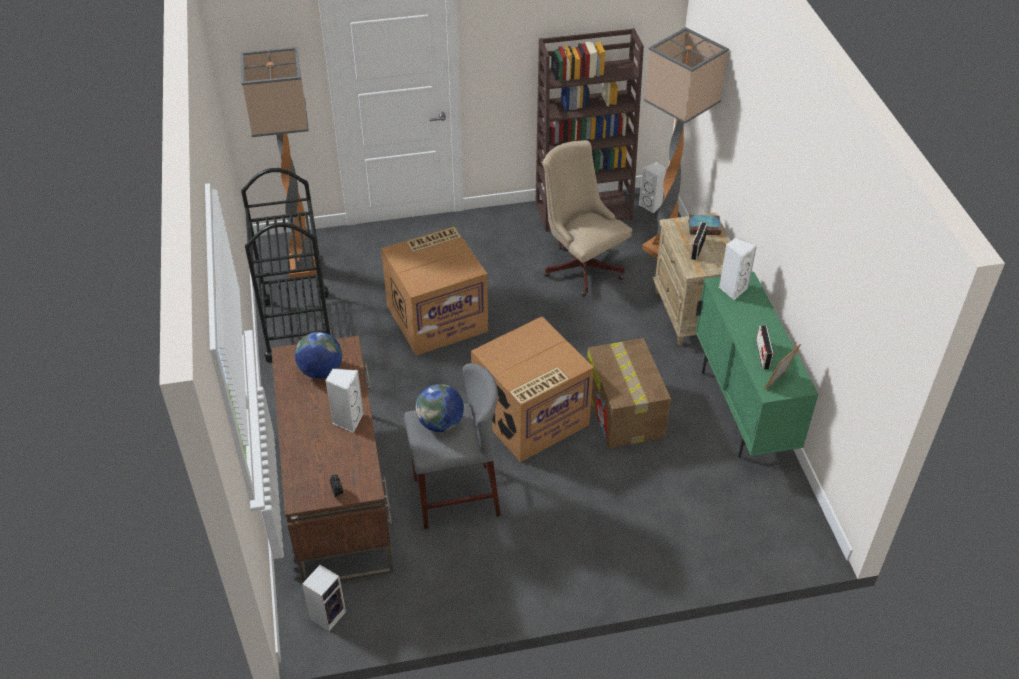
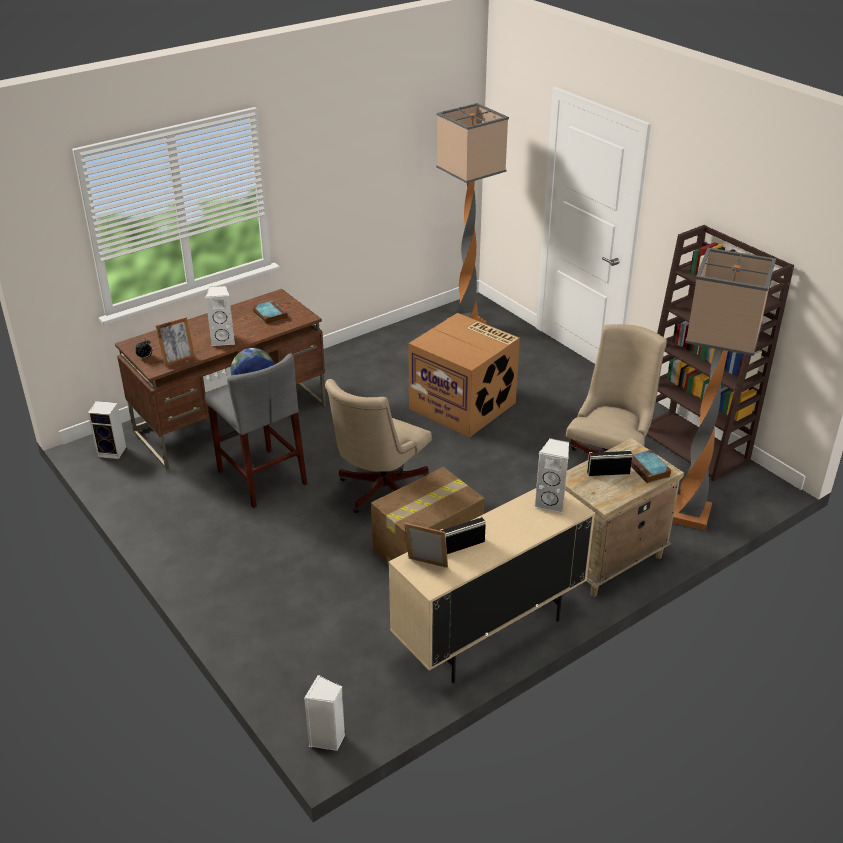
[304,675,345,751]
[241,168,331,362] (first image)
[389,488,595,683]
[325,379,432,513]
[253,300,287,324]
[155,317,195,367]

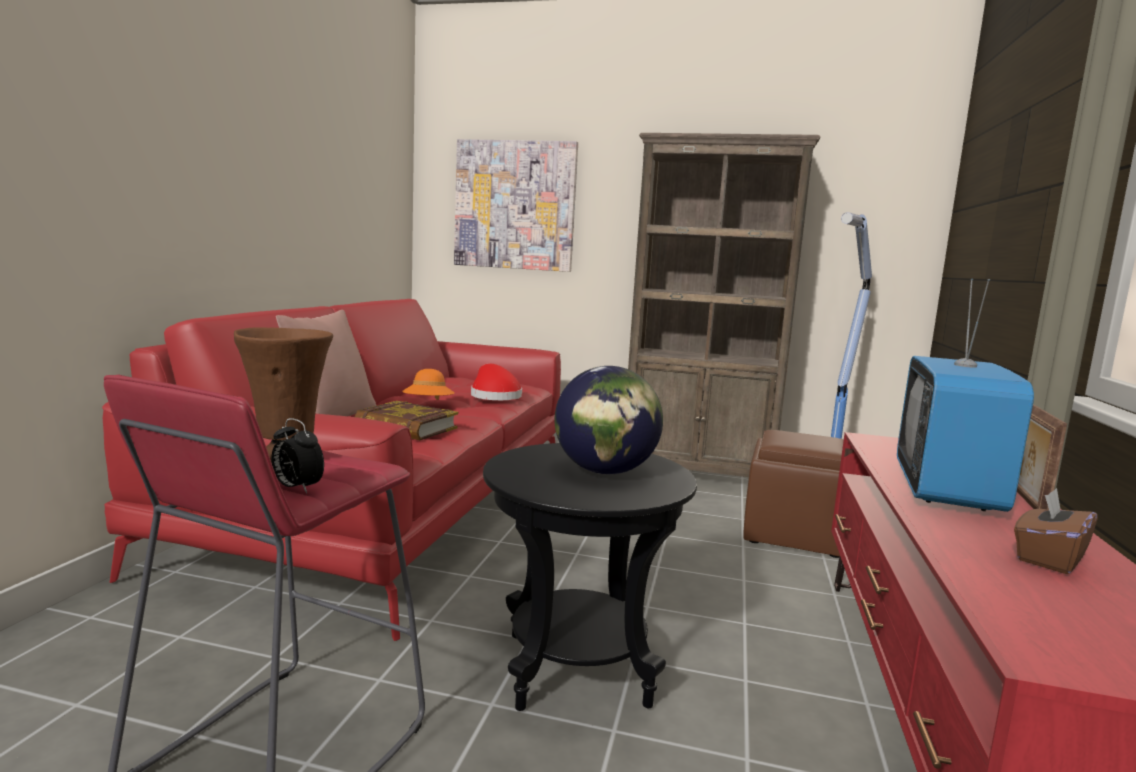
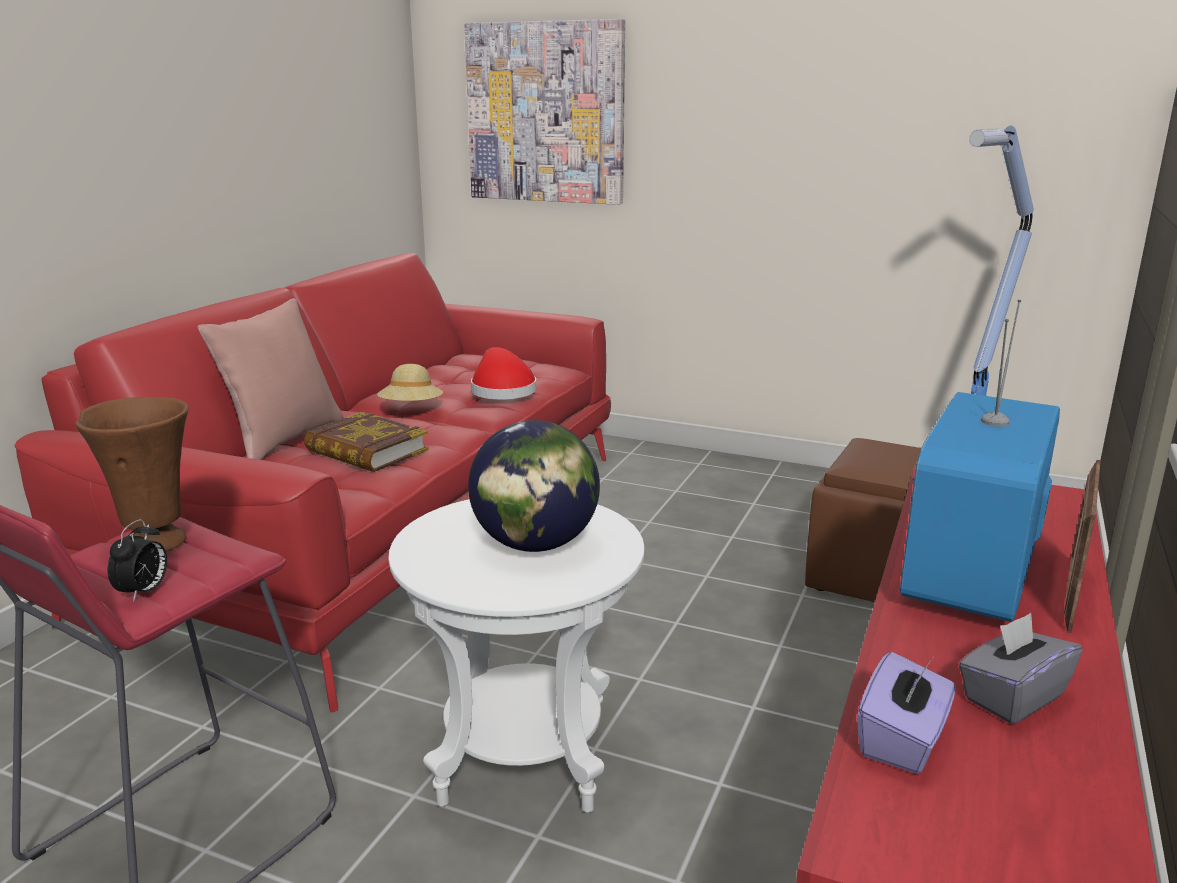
[628,133,820,477] (first image)
[377,364,443,401]
[108,519,167,602]
[388,499,645,812]
[958,613,1083,724]
[857,652,956,774]

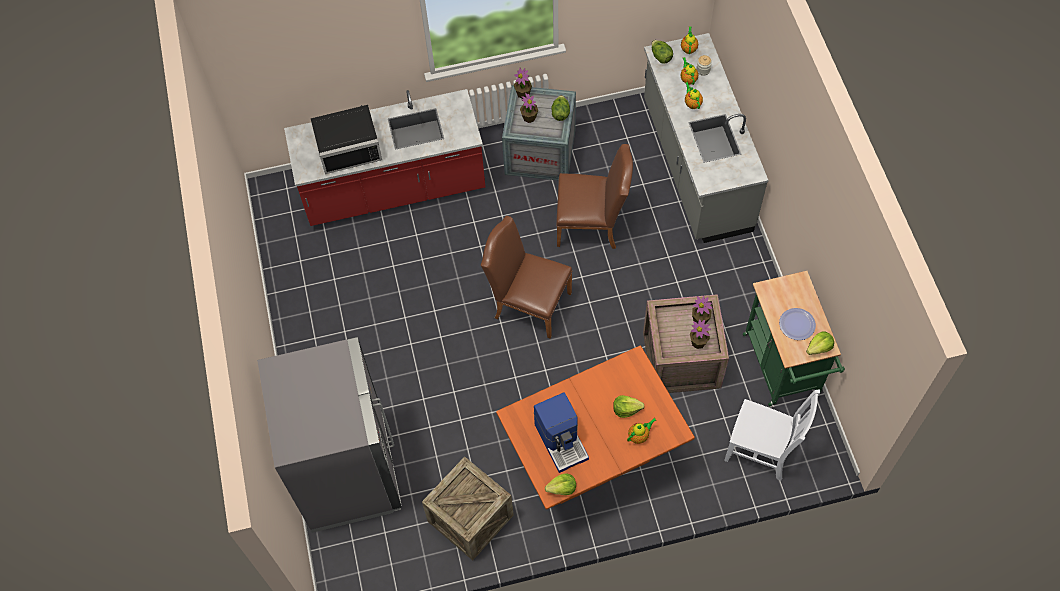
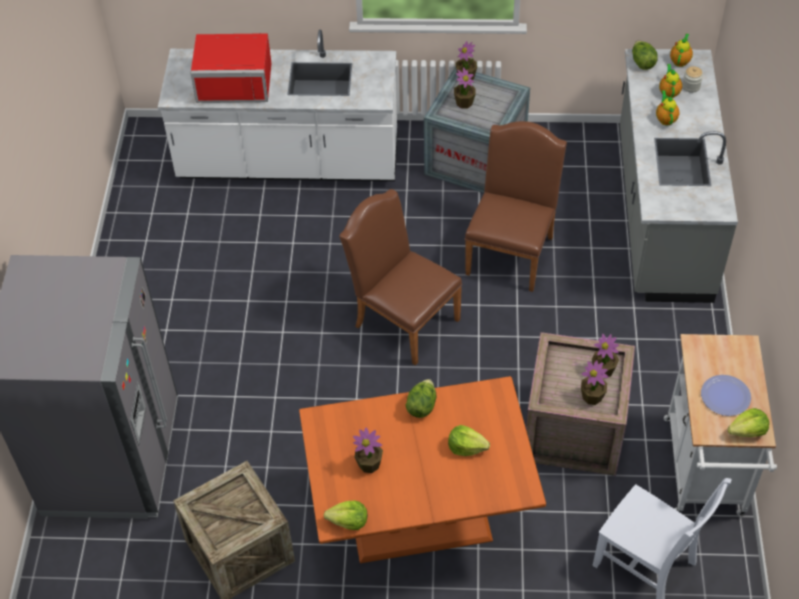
[158,30,397,181]
[405,379,437,418]
[190,33,271,103]
[465,121,567,292]
[664,334,777,516]
[353,428,383,473]
[627,418,656,444] (first image)

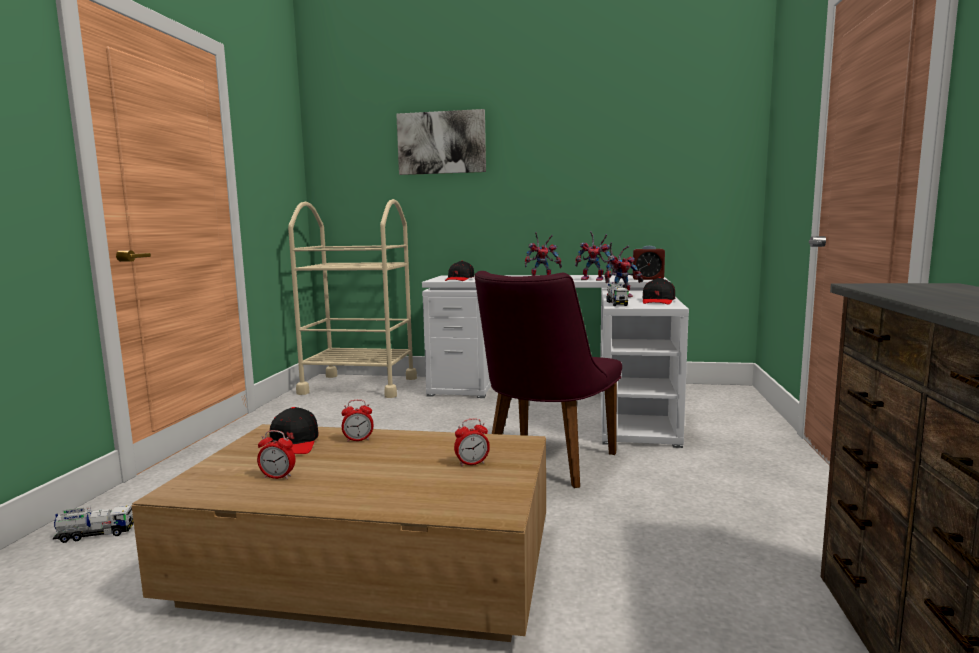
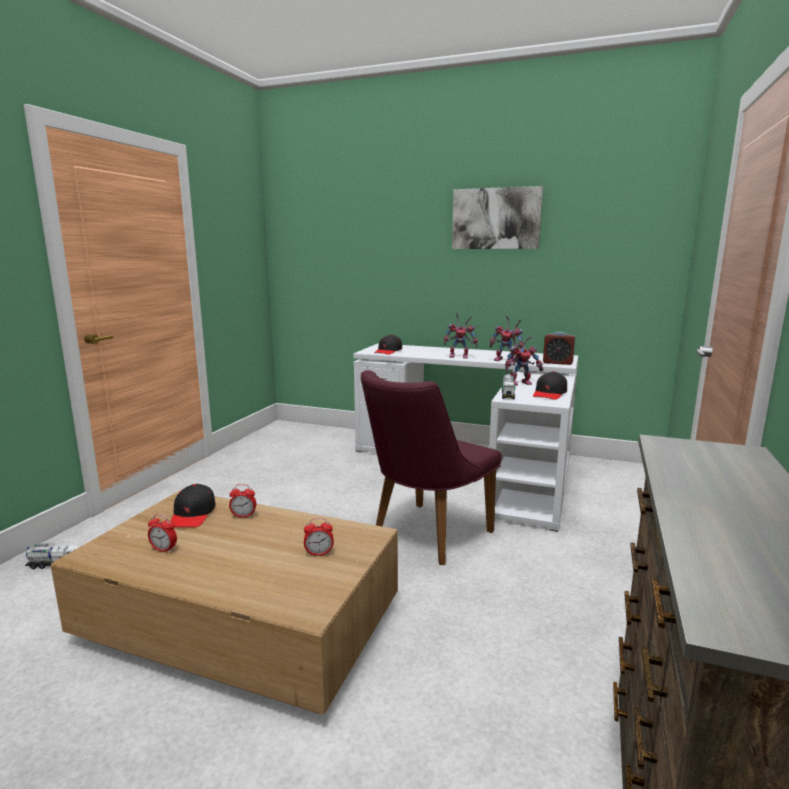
[452,186,543,249]
[288,199,417,398] (first image)

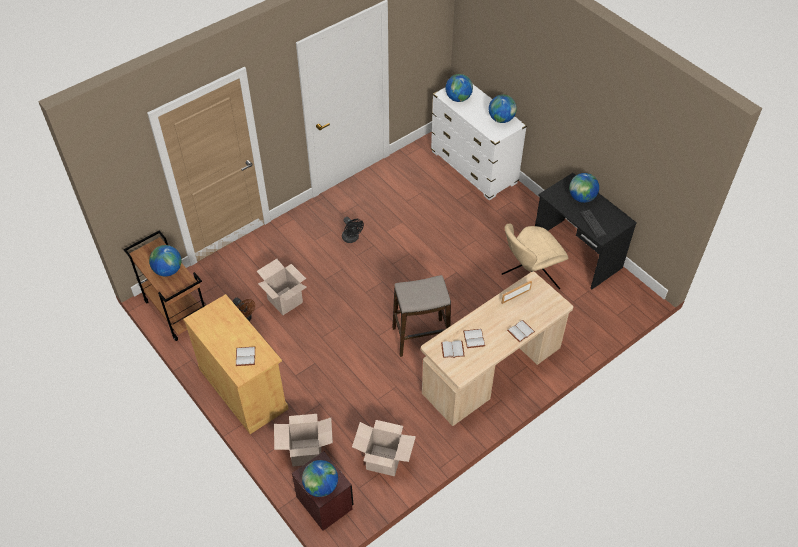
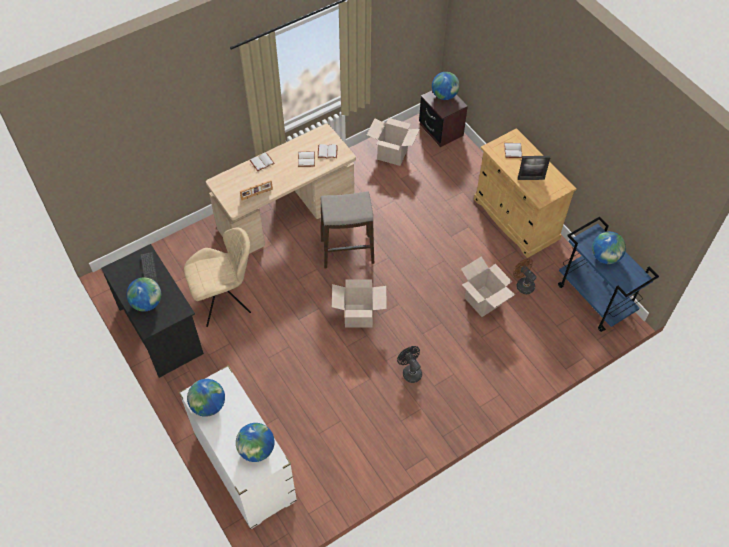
[558,217,659,332]
[332,279,387,327]
[518,156,550,180]

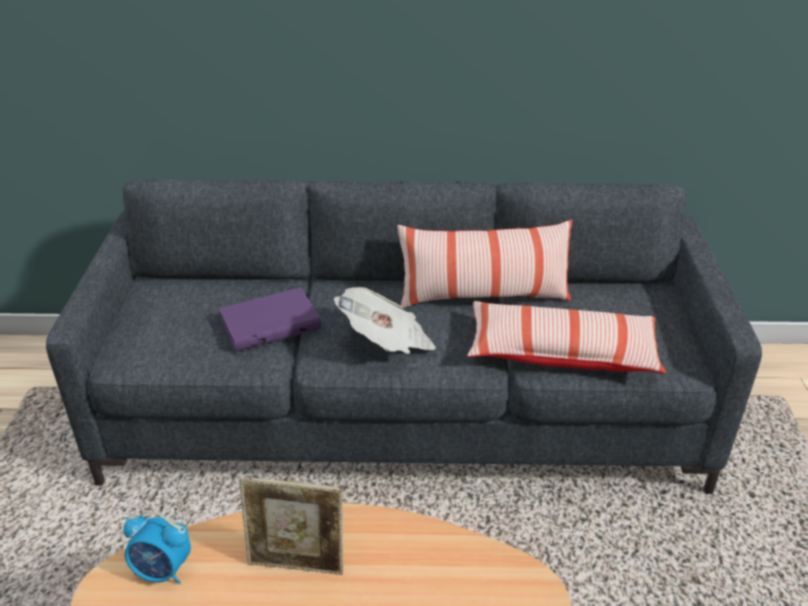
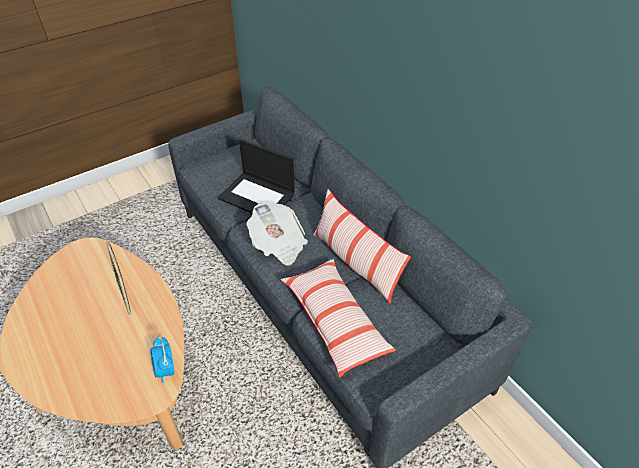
[218,139,295,214]
[150,336,174,383]

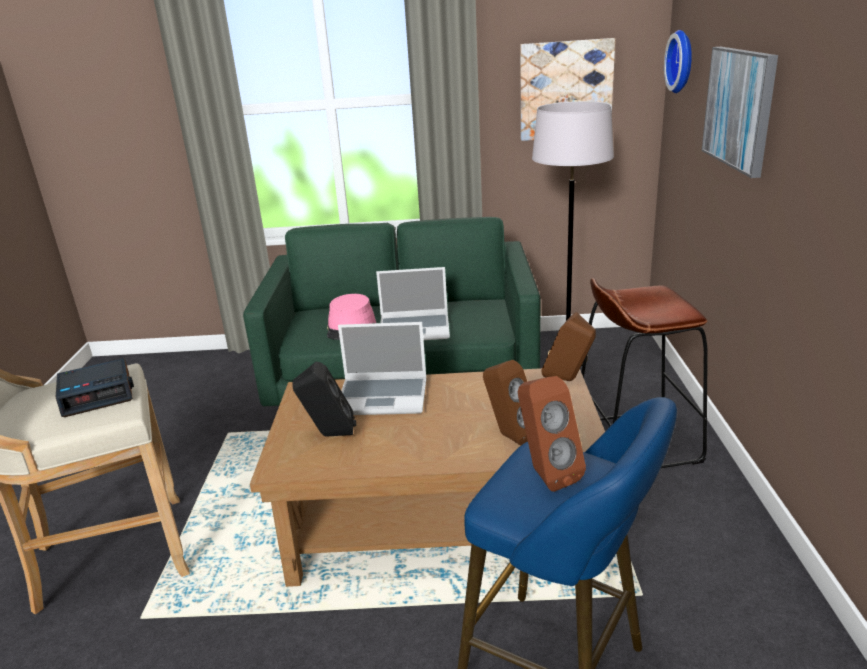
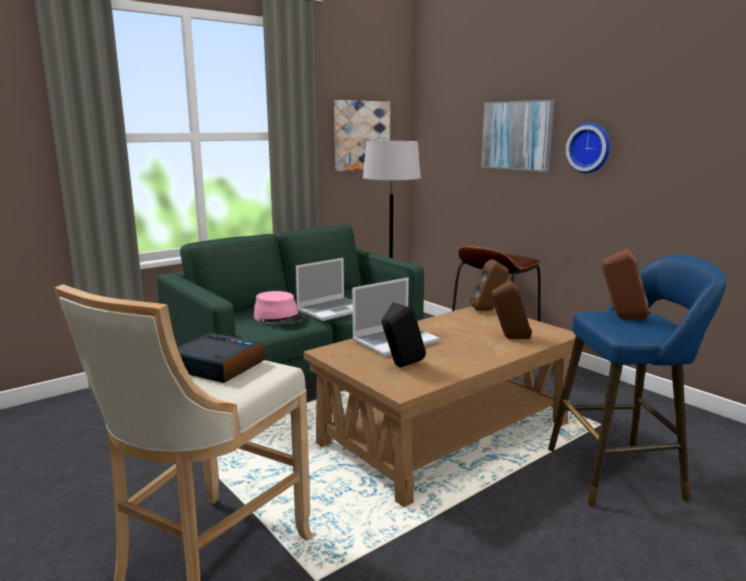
[566,123,610,173]
[177,333,265,383]

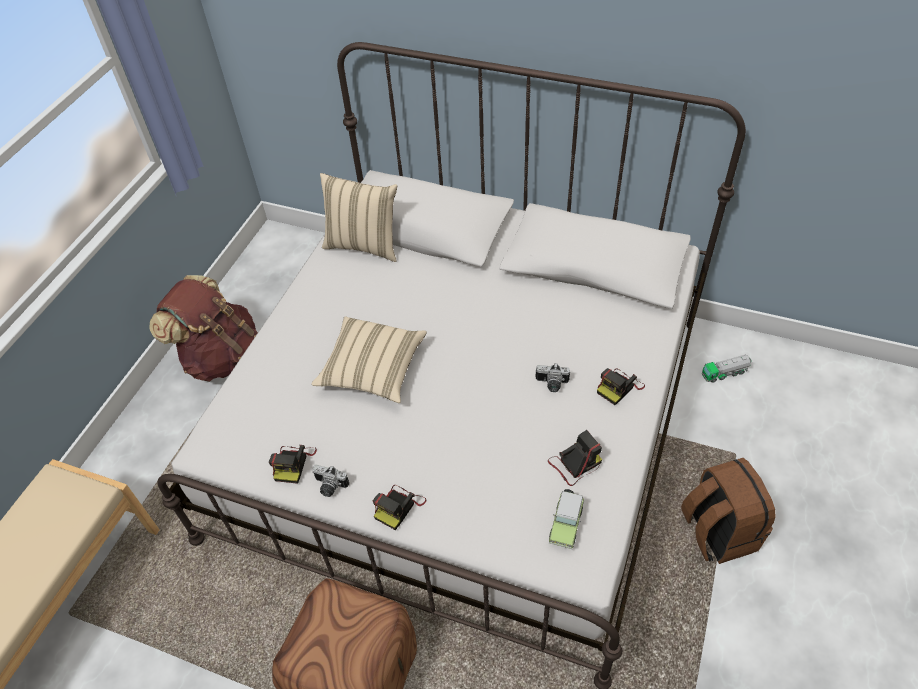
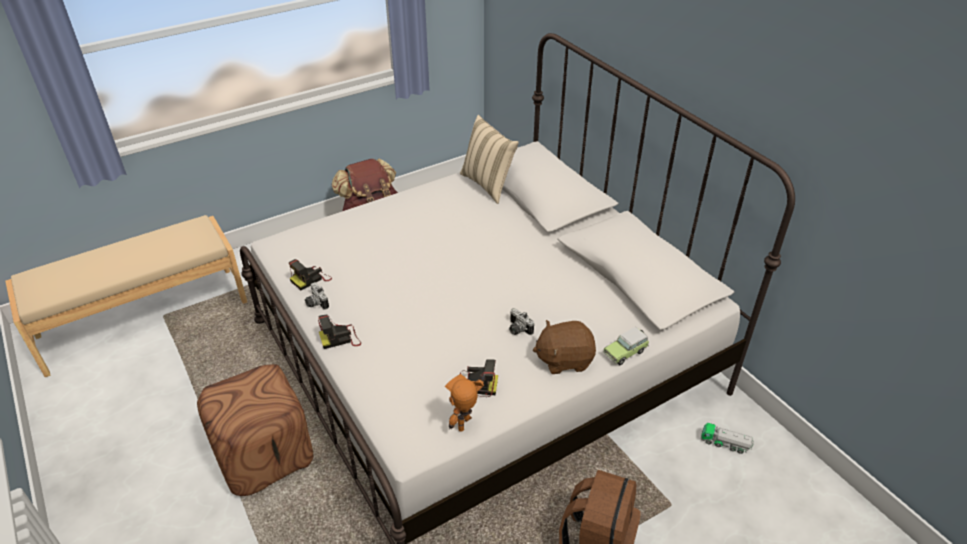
[311,317,427,403] (first image)
[533,320,596,374]
[603,327,649,365]
[445,374,485,432]

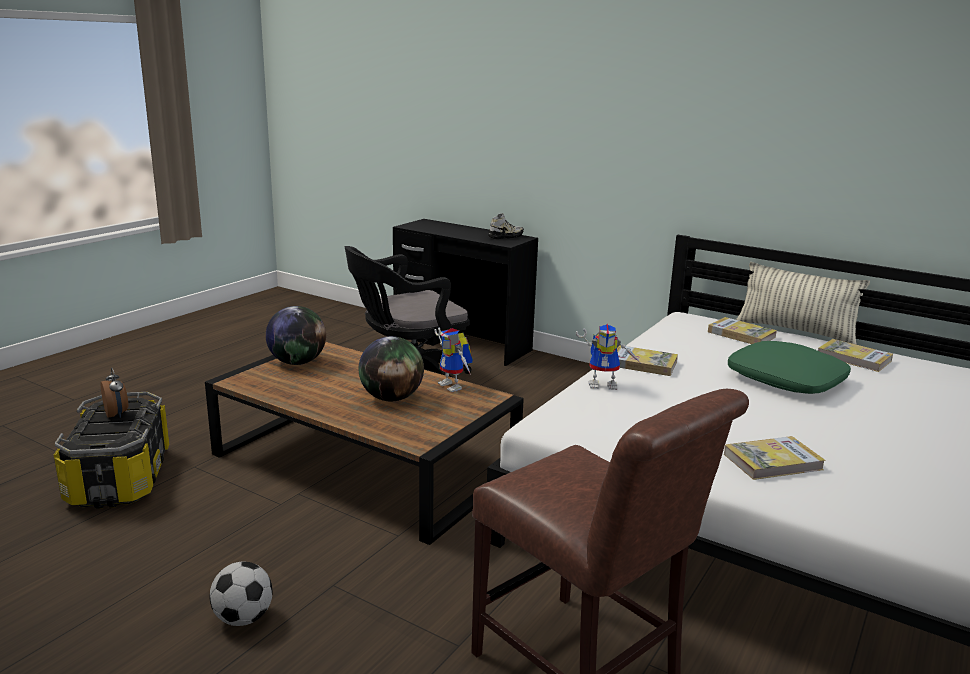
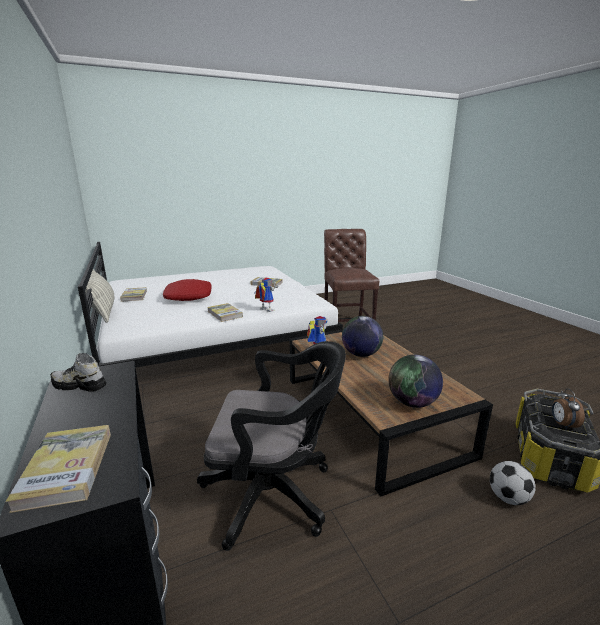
[5,425,111,513]
[163,279,212,301]
[490,461,536,505]

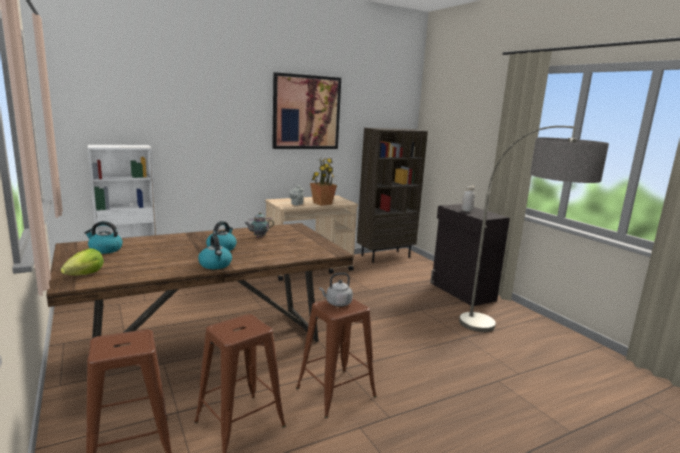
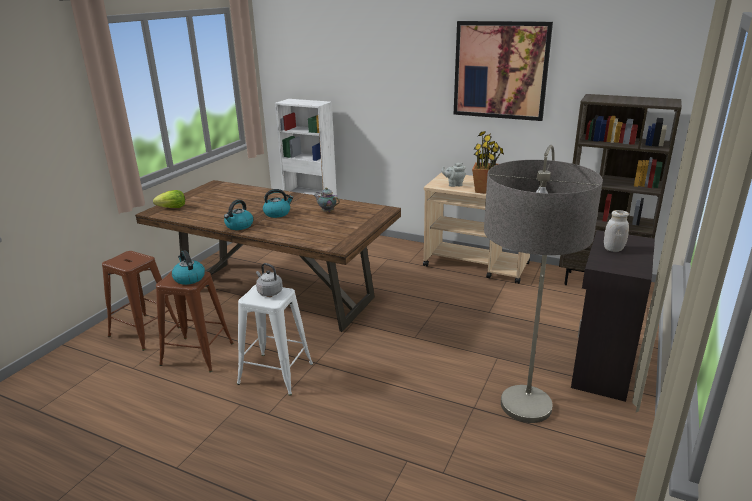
[172,250,205,285]
[237,285,313,396]

